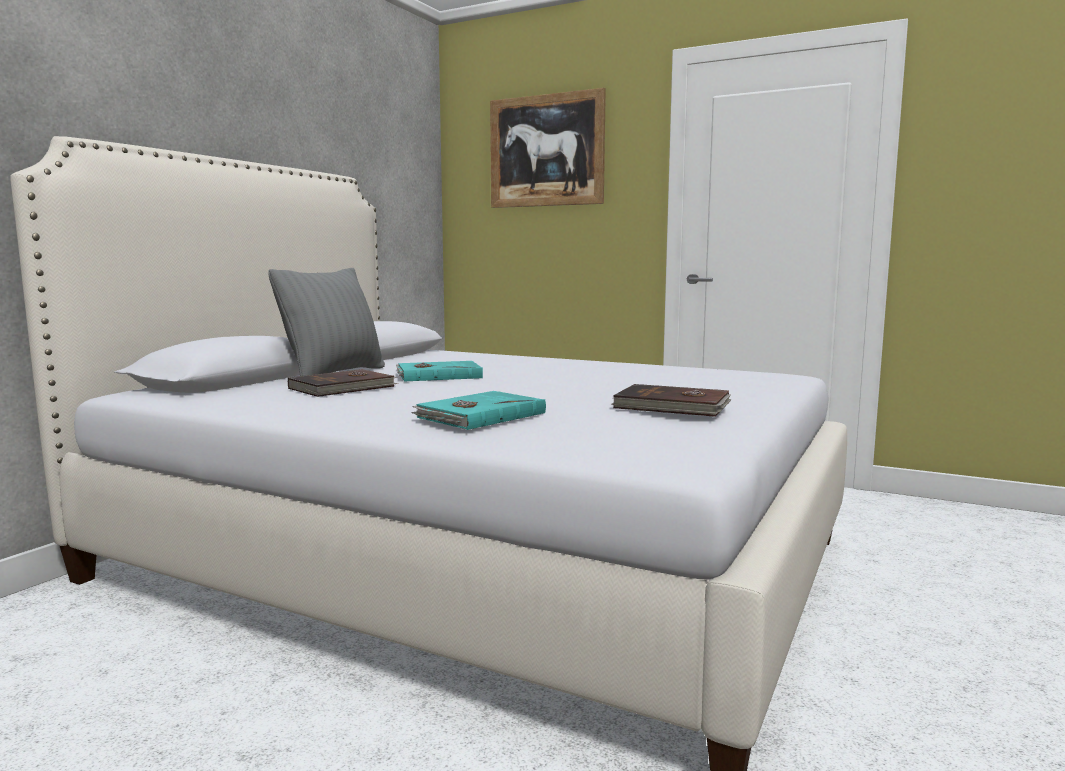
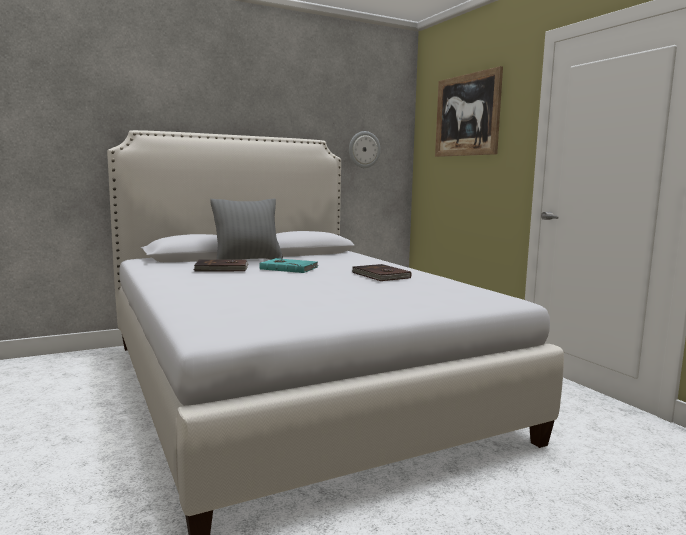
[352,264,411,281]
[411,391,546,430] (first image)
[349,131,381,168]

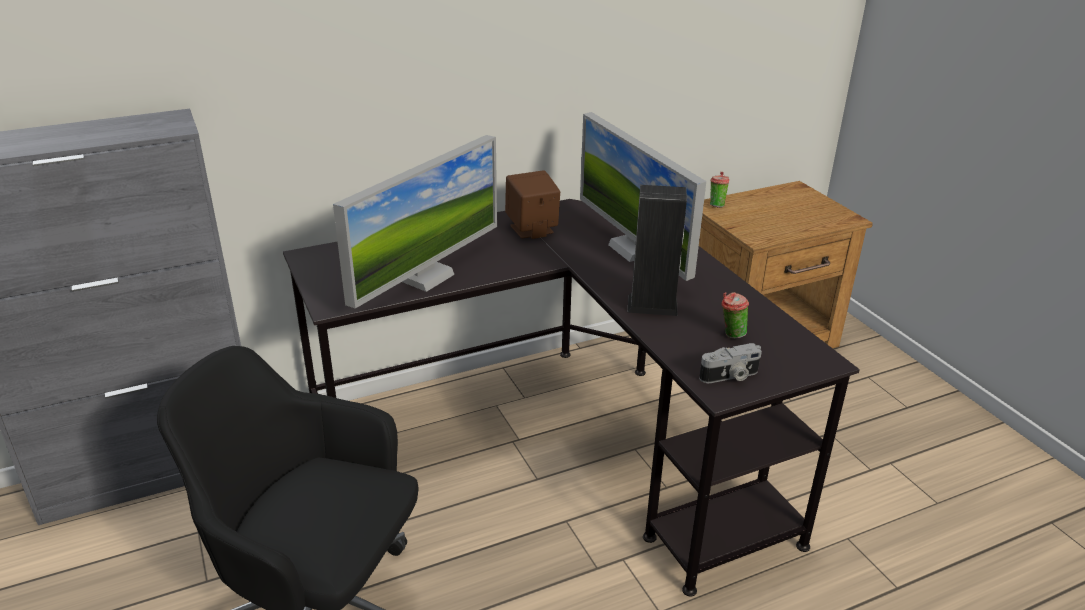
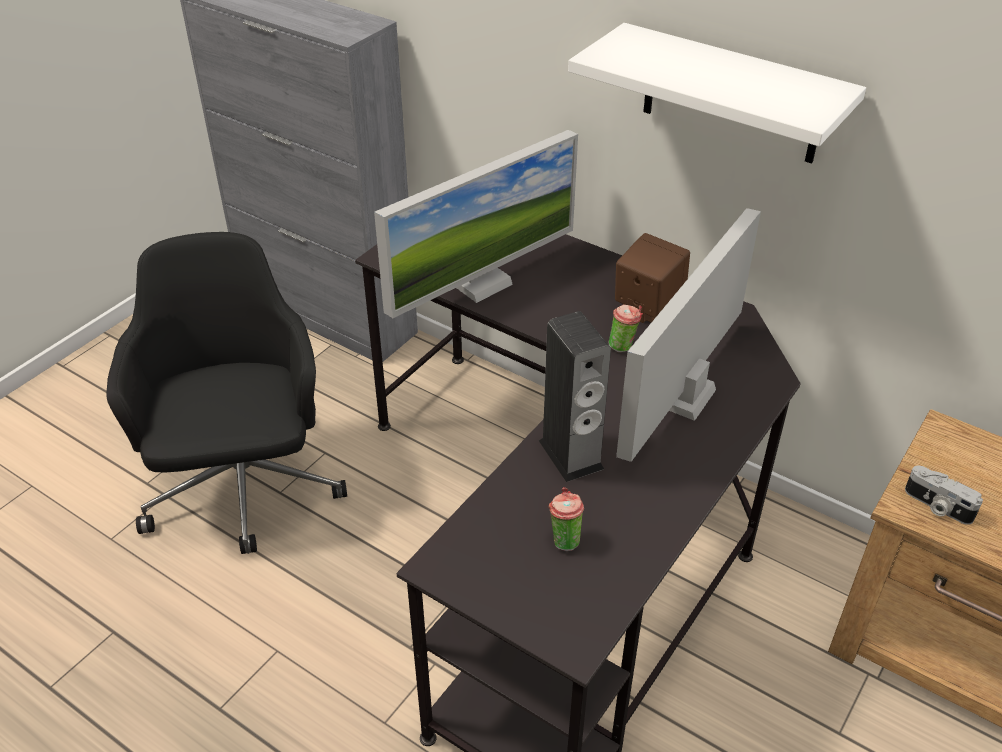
[374,130,578,318]
[609,304,643,352]
[905,466,983,525]
[568,23,866,163]

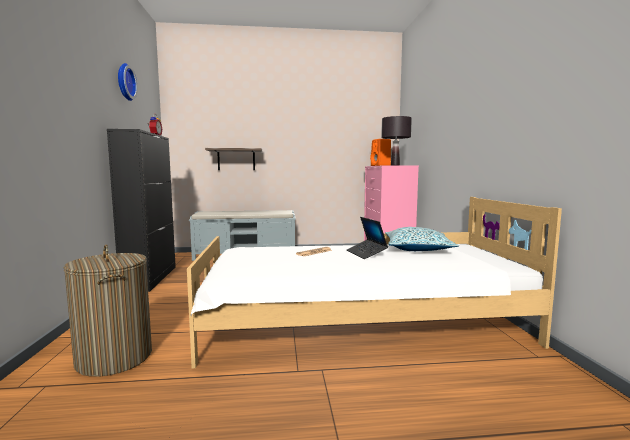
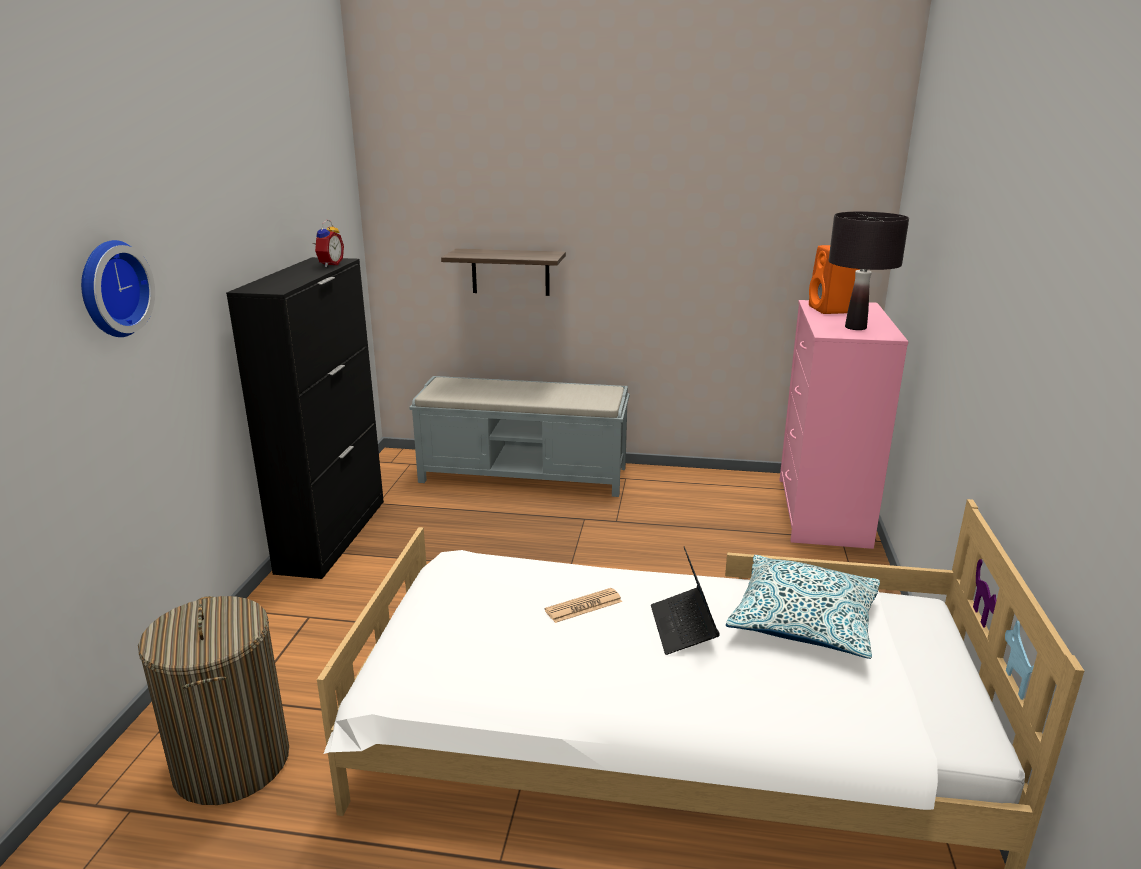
[81,240,155,337]

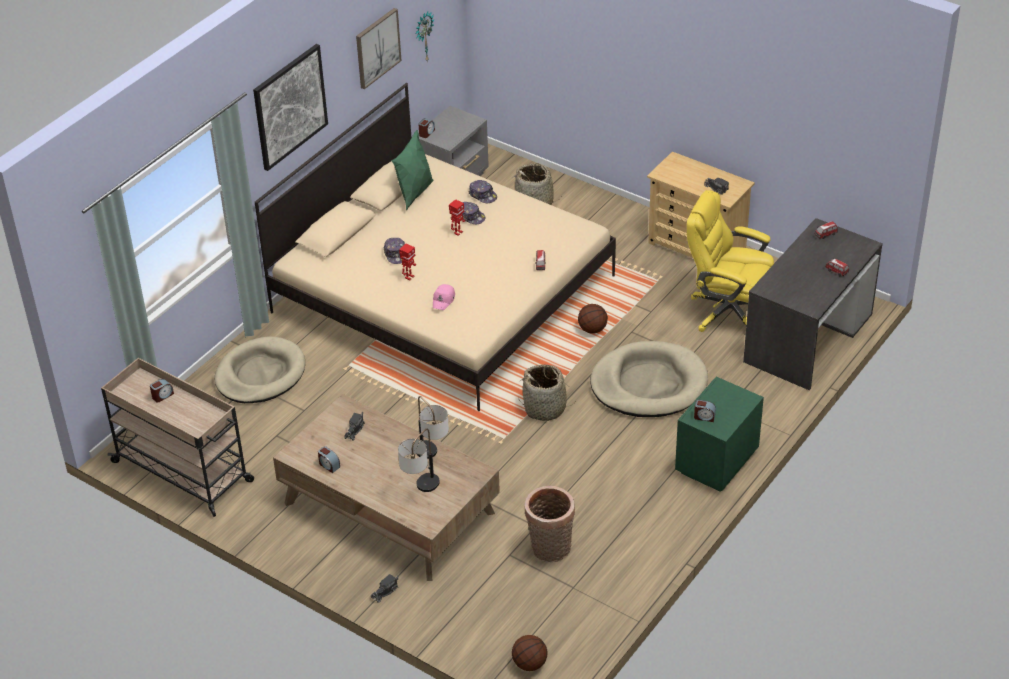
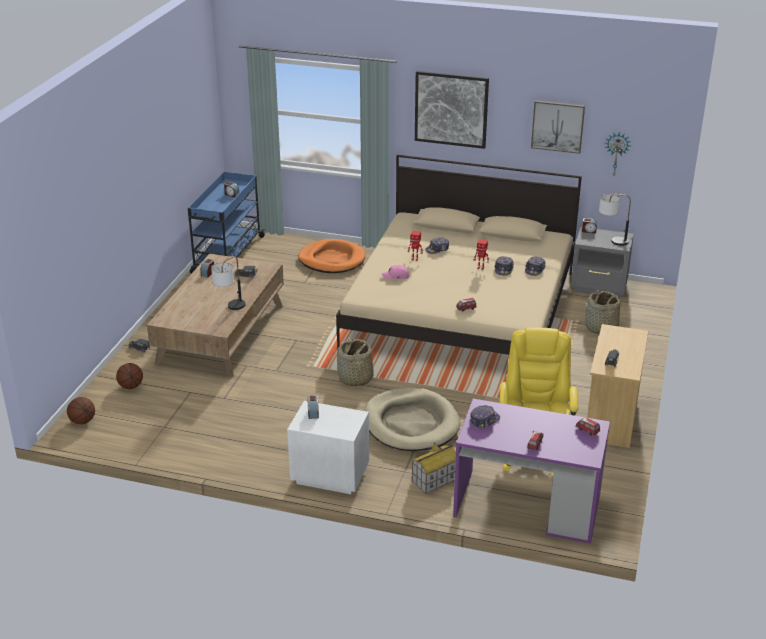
[391,130,434,211] (first image)
[453,399,610,544]
[116,363,143,389]
[298,239,365,273]
[188,171,265,274]
[287,401,369,494]
[599,194,631,246]
[525,486,575,562] (first image)
[470,405,500,429]
[411,443,456,494]

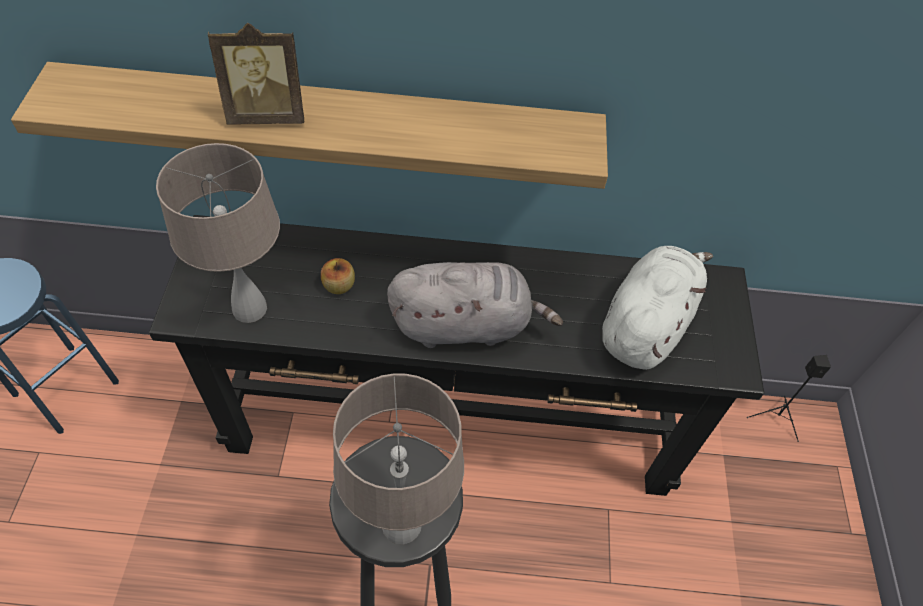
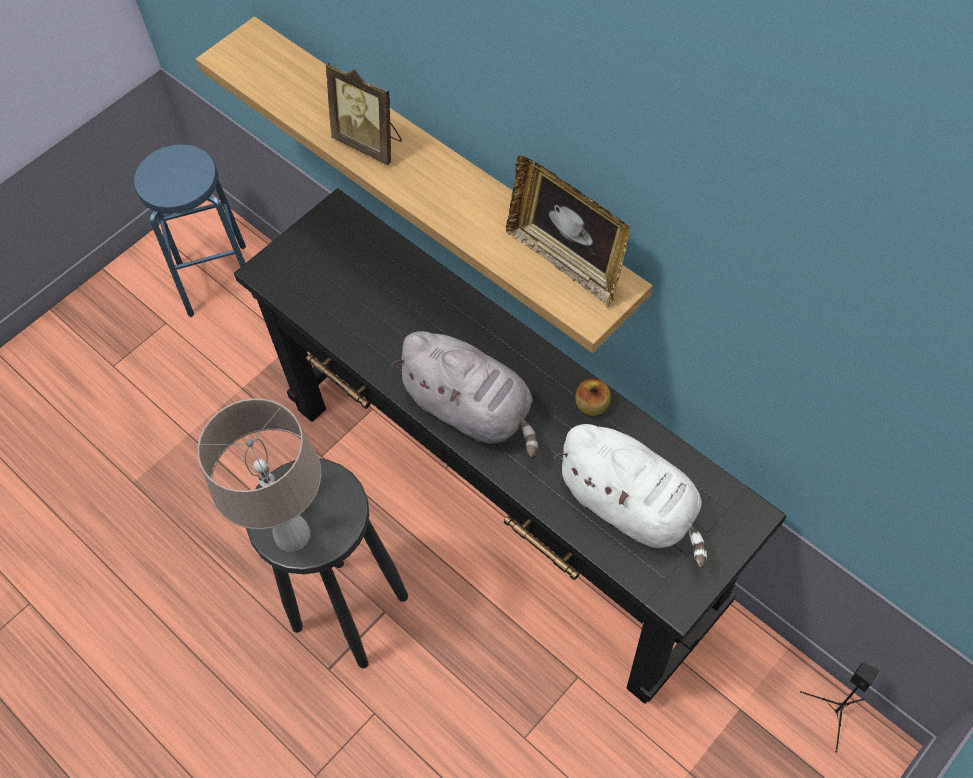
[156,143,280,323] (first image)
[553,424,707,568]
[575,379,611,416]
[506,155,629,307]

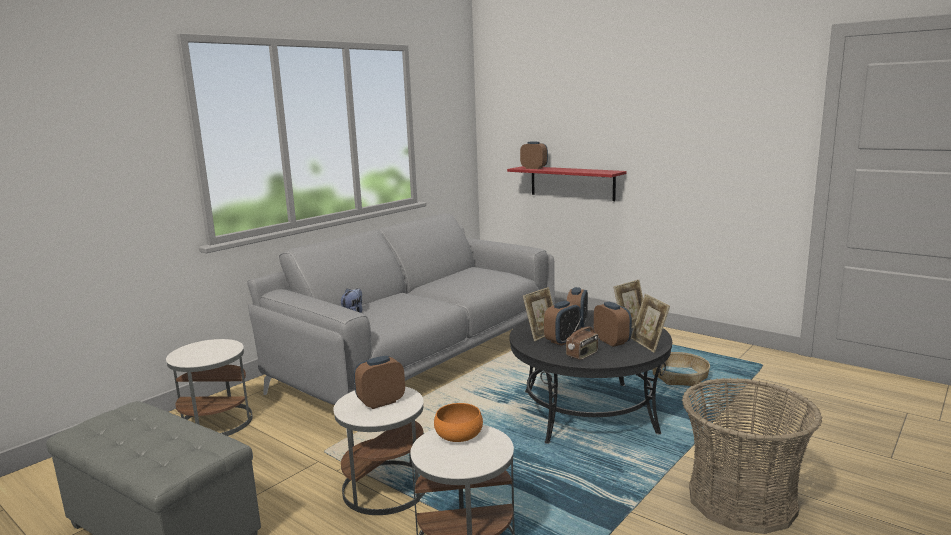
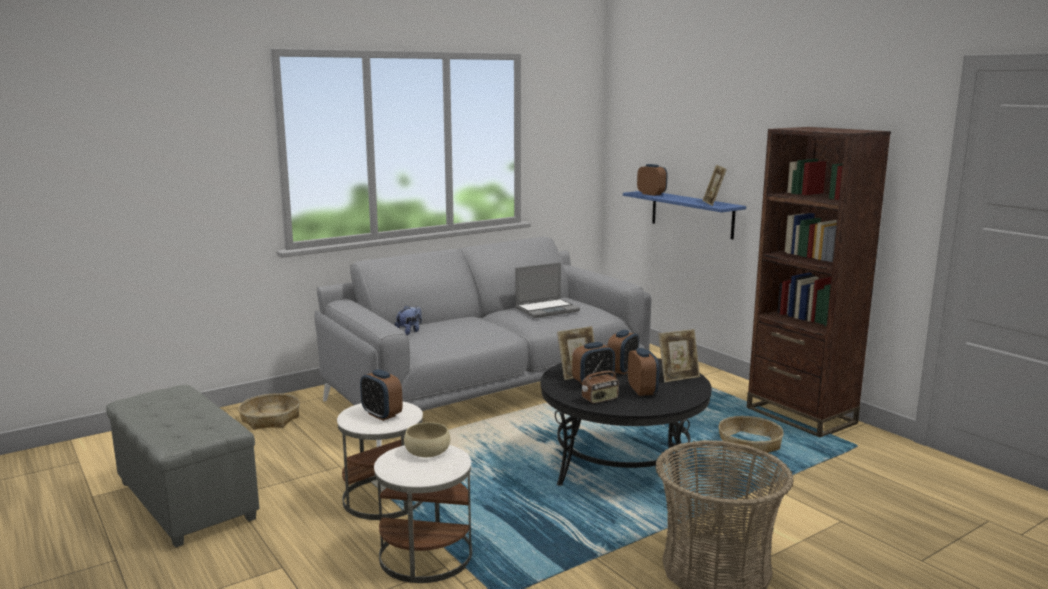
[623,191,746,239]
[703,165,727,206]
[238,393,300,430]
[360,369,403,421]
[404,422,450,457]
[747,127,891,437]
[515,262,580,318]

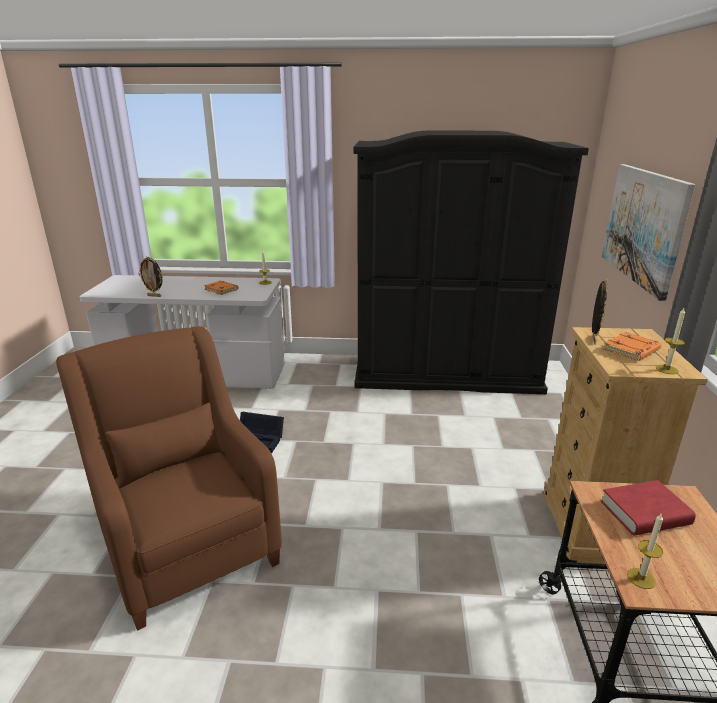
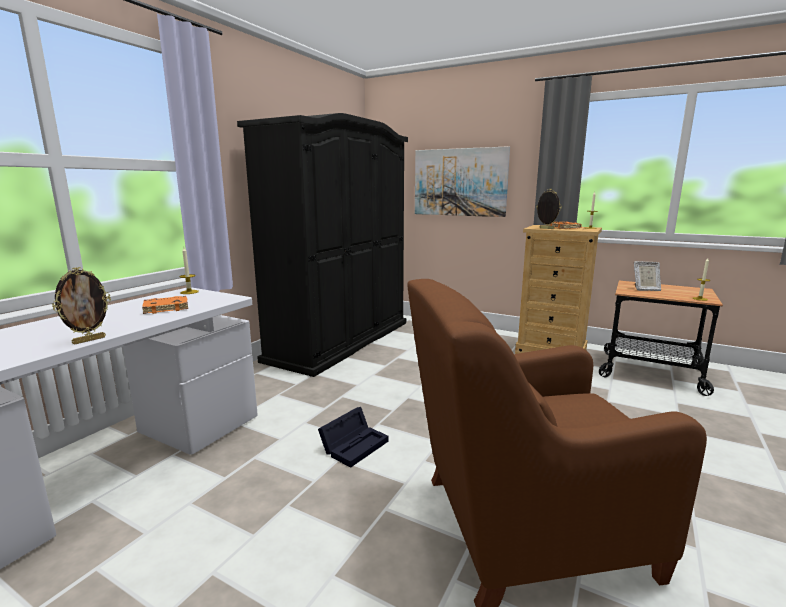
[634,261,661,291]

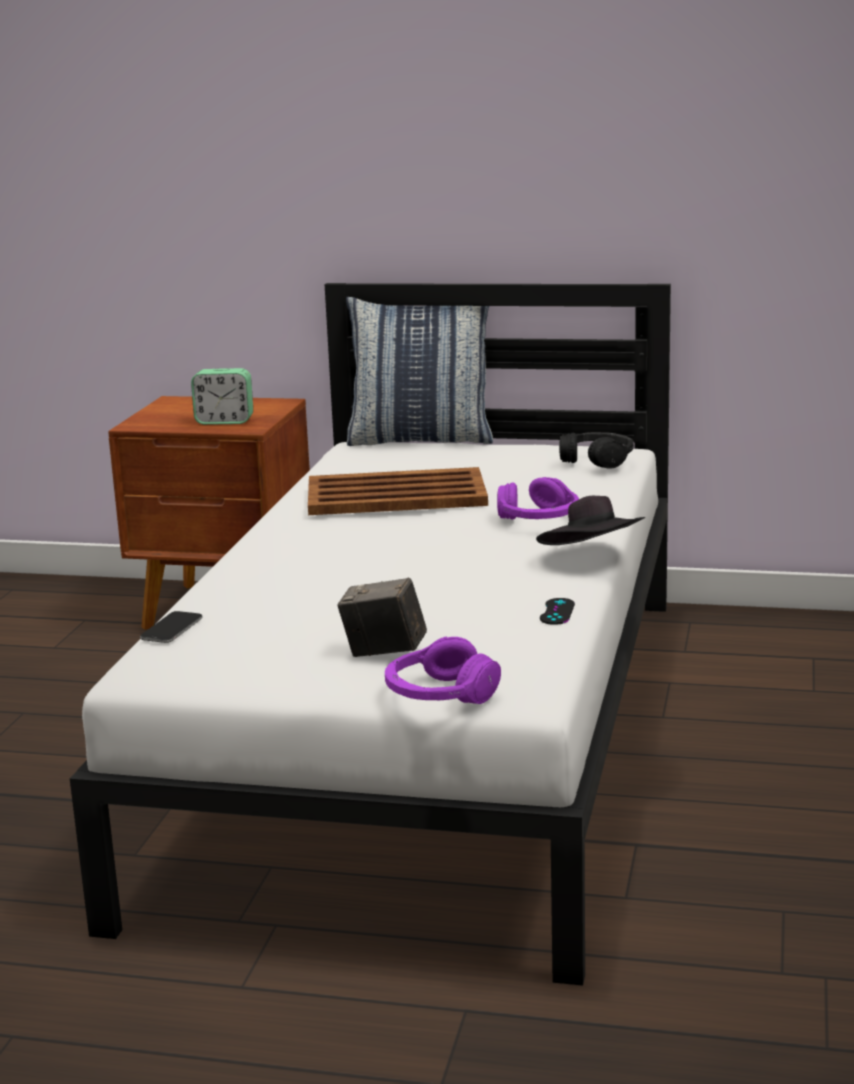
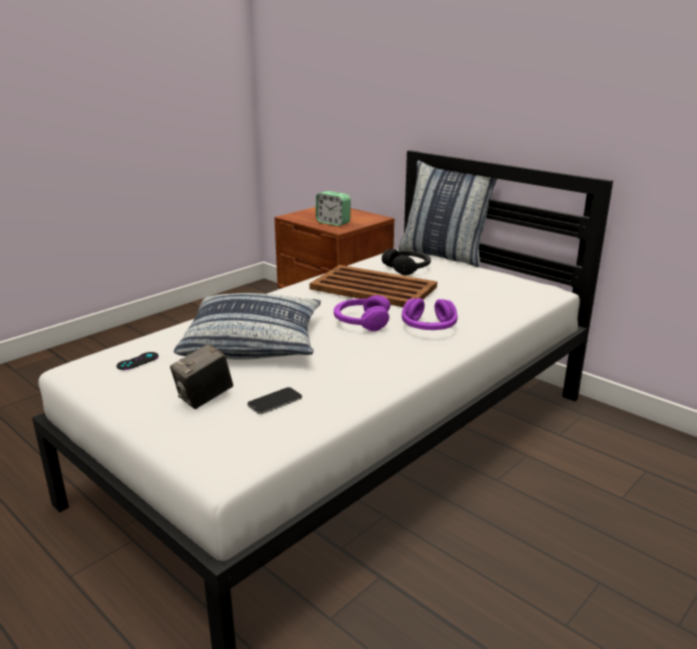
[382,249,431,275]
[536,496,646,545] (first image)
[170,344,233,409]
[117,352,159,370]
[247,387,302,414]
[334,295,390,331]
[174,293,321,360]

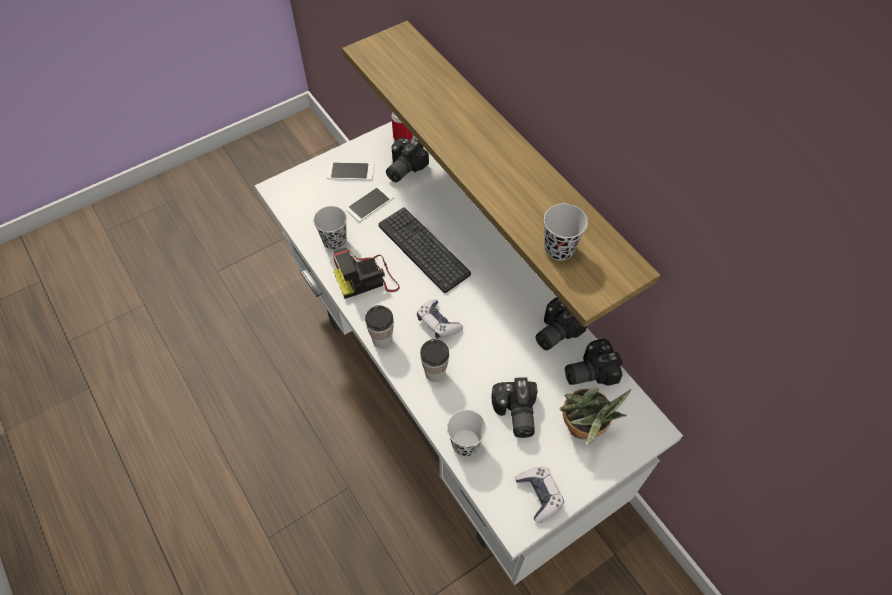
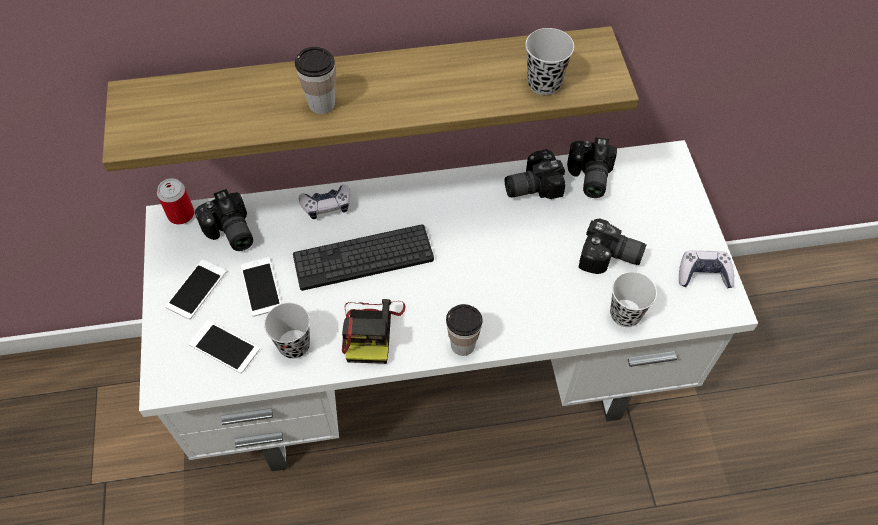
[505,149,566,199]
[299,184,351,219]
[295,47,335,114]
[560,388,632,445] (first image)
[189,320,260,373]

